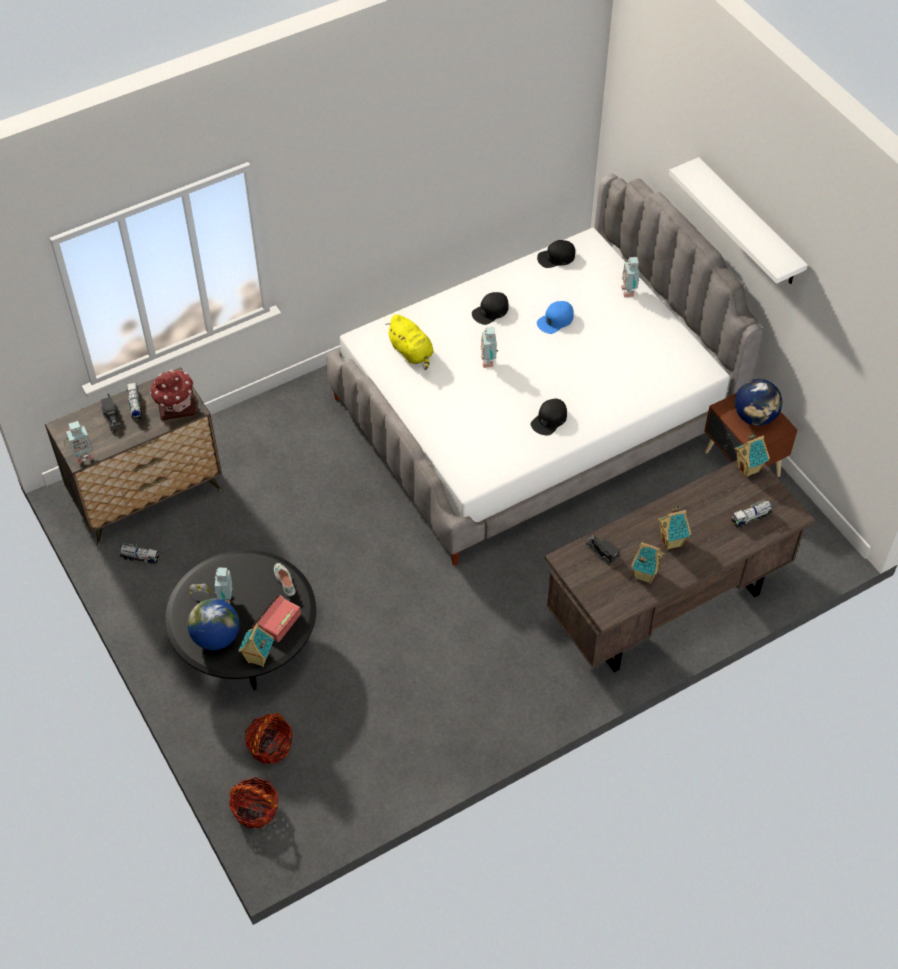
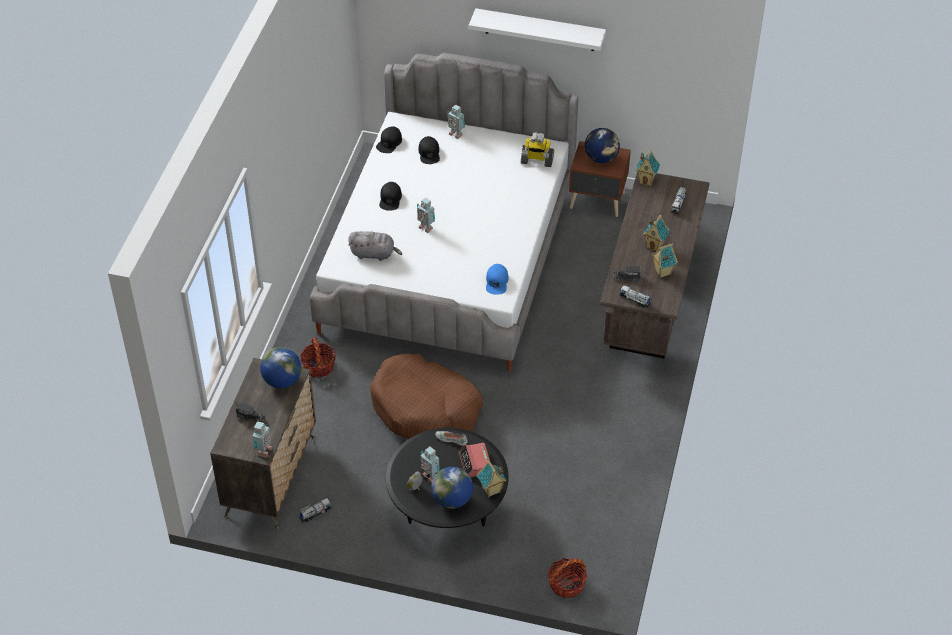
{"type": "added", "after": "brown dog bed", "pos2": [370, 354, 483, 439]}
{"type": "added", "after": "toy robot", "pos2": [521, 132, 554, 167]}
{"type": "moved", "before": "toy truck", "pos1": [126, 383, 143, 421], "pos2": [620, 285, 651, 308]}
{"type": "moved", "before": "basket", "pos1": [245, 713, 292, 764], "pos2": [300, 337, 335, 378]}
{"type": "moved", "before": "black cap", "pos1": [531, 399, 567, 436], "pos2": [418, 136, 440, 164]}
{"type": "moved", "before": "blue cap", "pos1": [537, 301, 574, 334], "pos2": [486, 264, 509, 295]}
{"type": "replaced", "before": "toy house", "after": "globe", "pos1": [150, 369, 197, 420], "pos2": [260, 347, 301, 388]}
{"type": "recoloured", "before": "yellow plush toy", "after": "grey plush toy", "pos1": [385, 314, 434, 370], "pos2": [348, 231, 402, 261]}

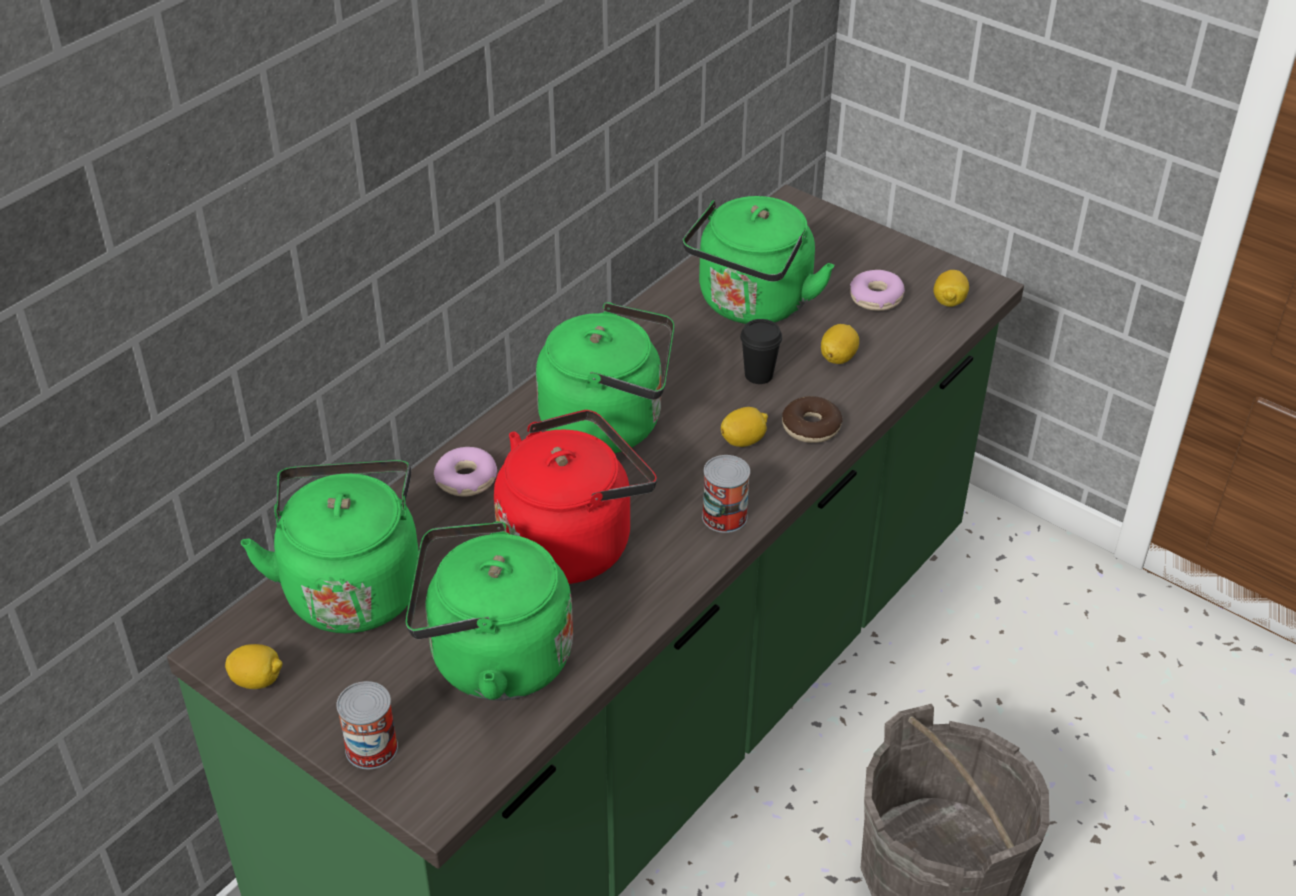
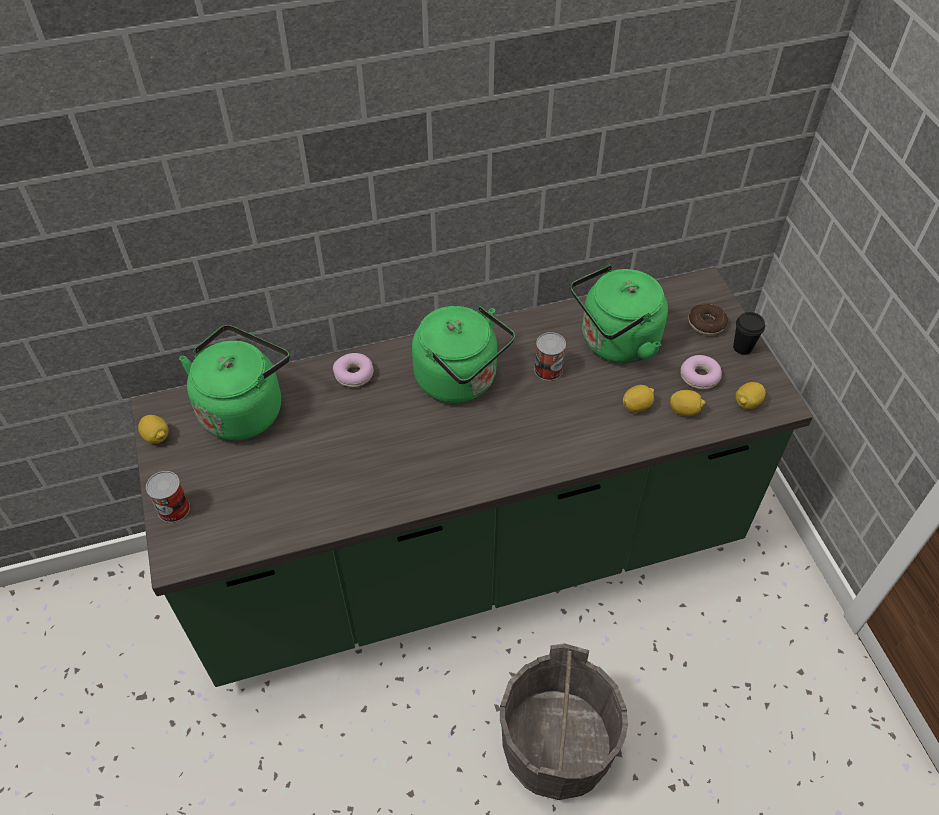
{"type": "removed", "before": "green kettle", "pos1": [406, 521, 573, 701]}
{"type": "removed", "before": "red kettle", "pos1": [494, 410, 657, 584]}
{"type": "moved", "before": "can", "pos1": [702, 455, 750, 533], "pos2": [534, 332, 566, 381]}
{"type": "moved", "before": "lemon", "pos1": [721, 407, 768, 447], "pos2": [670, 390, 705, 416]}
{"type": "moved", "before": "black cup", "pos1": [740, 319, 782, 384], "pos2": [733, 312, 765, 355]}
{"type": "moved", "before": "donut", "pos1": [782, 396, 842, 443], "pos2": [688, 303, 728, 335]}

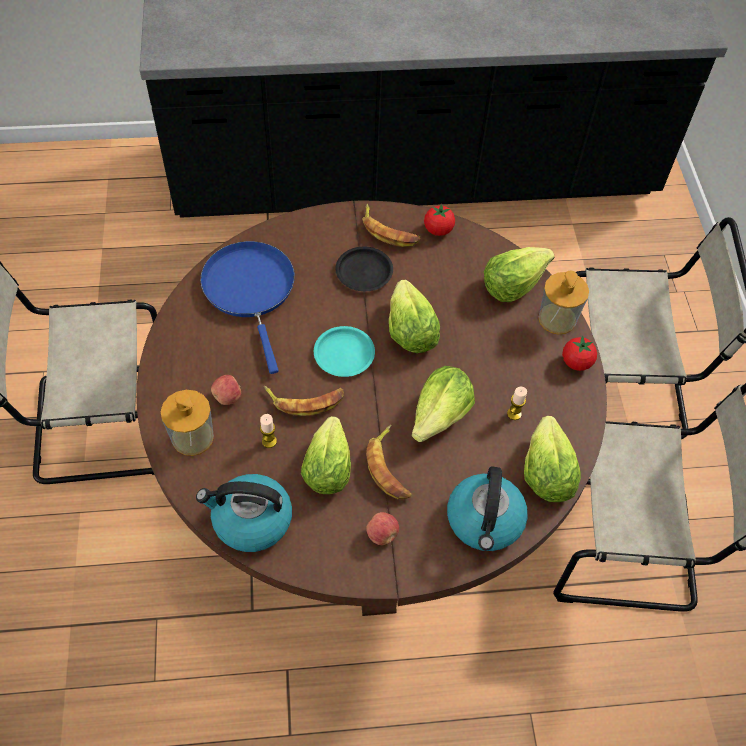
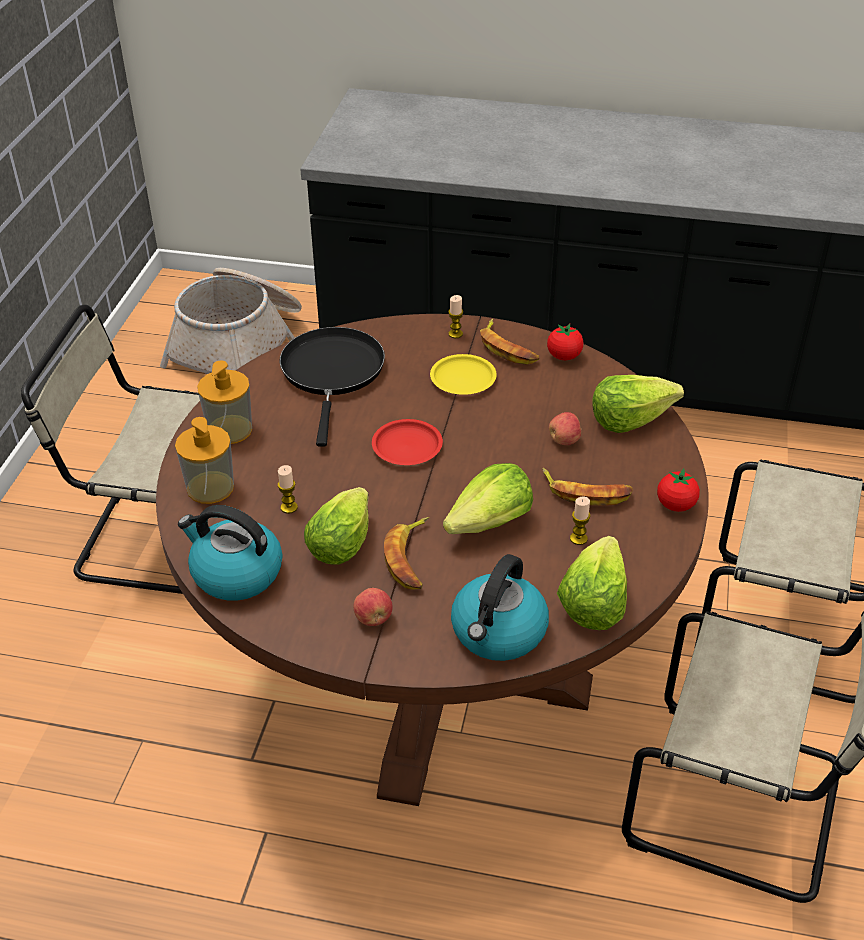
{"type": "removed", "before": "lettuce", "pos1": [389, 280, 440, 353]}
{"type": "added", "after": "basket", "pos2": [160, 268, 302, 374]}
{"type": "added", "after": "candle", "pos2": [448, 295, 463, 338]}
{"type": "moved", "before": "apple", "pos1": [211, 375, 241, 405], "pos2": [549, 412, 582, 445]}
{"type": "moved", "before": "banana", "pos1": [264, 386, 344, 416], "pos2": [542, 468, 633, 506]}
{"type": "moved", "before": "soap dispenser", "pos1": [538, 271, 589, 334], "pos2": [197, 360, 252, 444]}
{"type": "recoloured", "before": "blue frying pan", "after": "black frying pan", "pos1": [200, 241, 295, 374], "pos2": [280, 327, 385, 447]}
{"type": "recoloured", "before": "turquoise plate", "after": "red plate", "pos1": [314, 326, 375, 377], "pos2": [372, 419, 443, 465]}
{"type": "recoloured", "before": "black plate", "after": "yellow plate", "pos1": [335, 247, 393, 291], "pos2": [430, 354, 497, 395]}

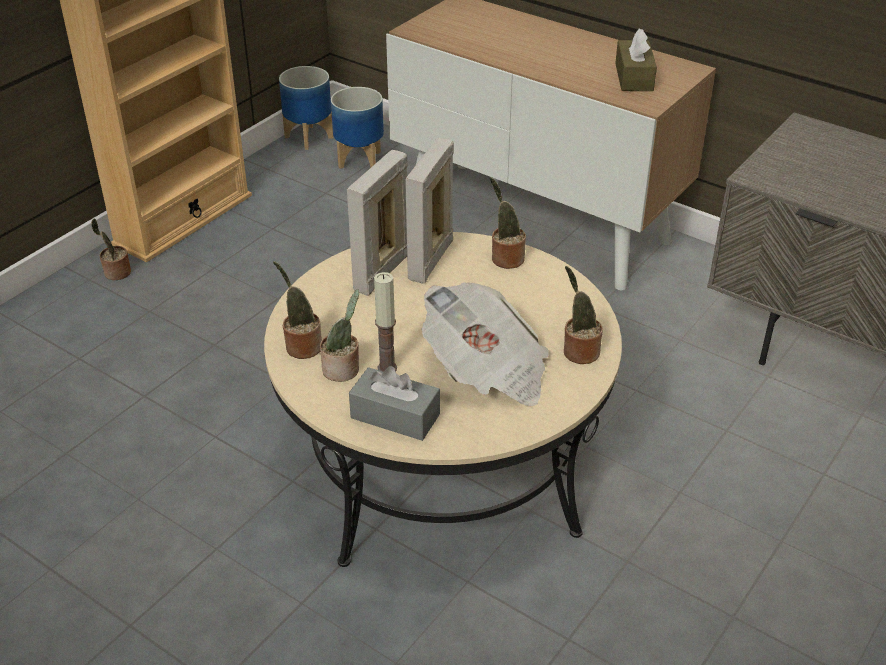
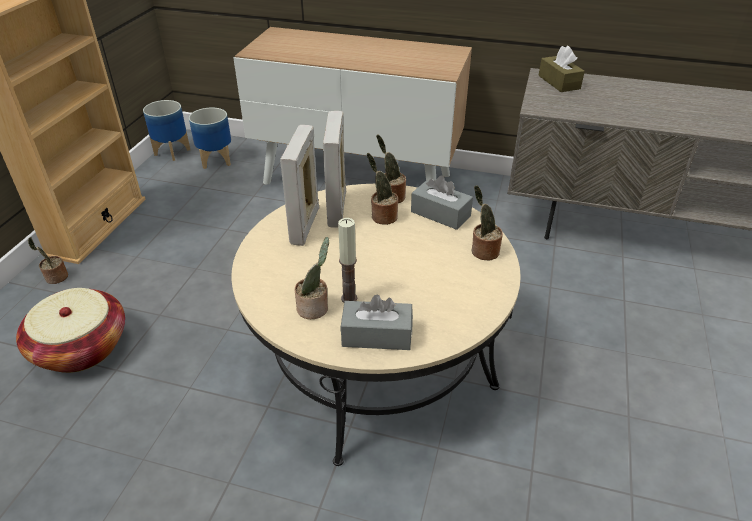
{"type": "removed", "before": "newspaper", "pos1": [421, 282, 549, 406]}
{"type": "added", "after": "basket", "pos2": [16, 288, 125, 373]}
{"type": "added", "after": "grey tissue box", "pos2": [411, 175, 473, 230]}
{"type": "moved", "before": "potted plant", "pos1": [273, 261, 322, 359], "pos2": [367, 153, 398, 225]}
{"type": "moved", "before": "brown tissue box", "pos1": [615, 29, 657, 91], "pos2": [538, 46, 585, 92]}

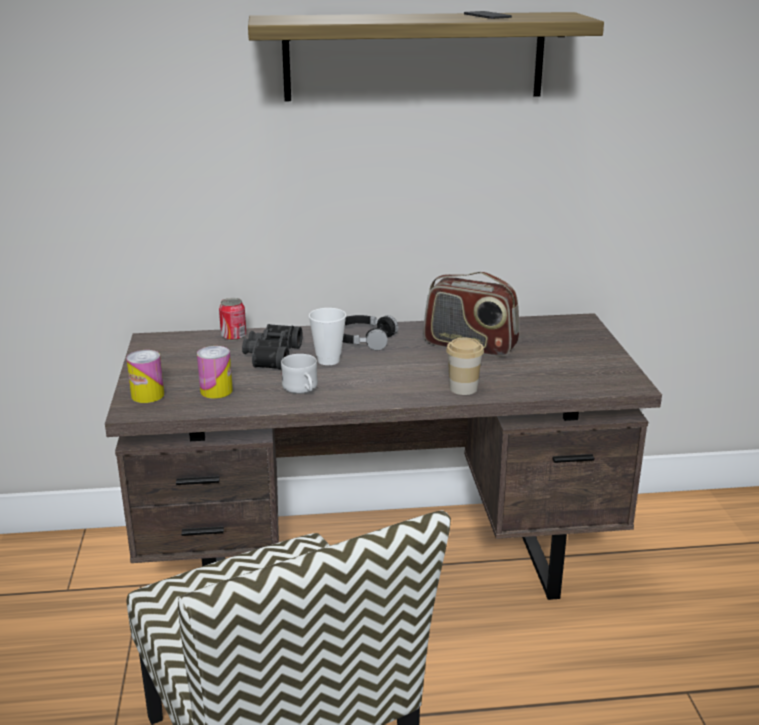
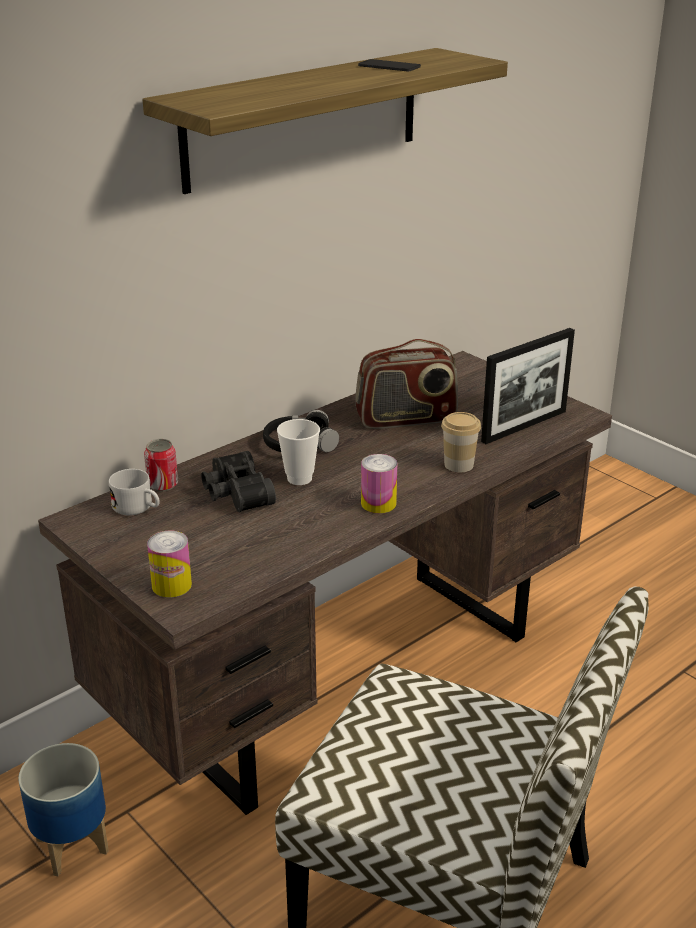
{"type": "added", "after": "planter", "pos2": [18, 743, 109, 876]}
{"type": "added", "after": "picture frame", "pos2": [481, 328, 575, 444]}
{"type": "moved", "before": "can", "pos1": [197, 346, 233, 399], "pos2": [361, 454, 397, 513]}
{"type": "moved", "before": "white mug", "pos1": [281, 354, 318, 394], "pos2": [109, 469, 160, 516]}

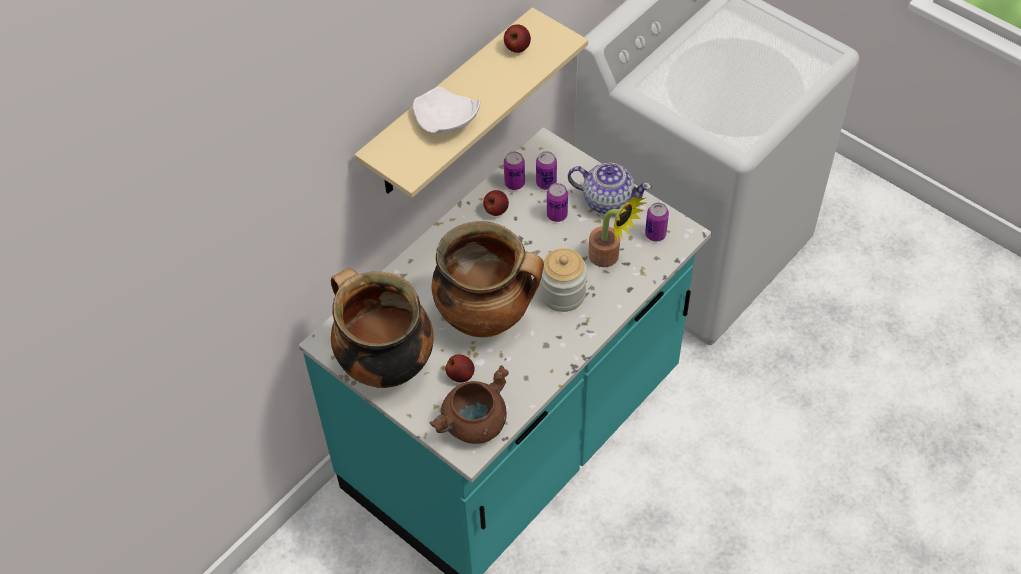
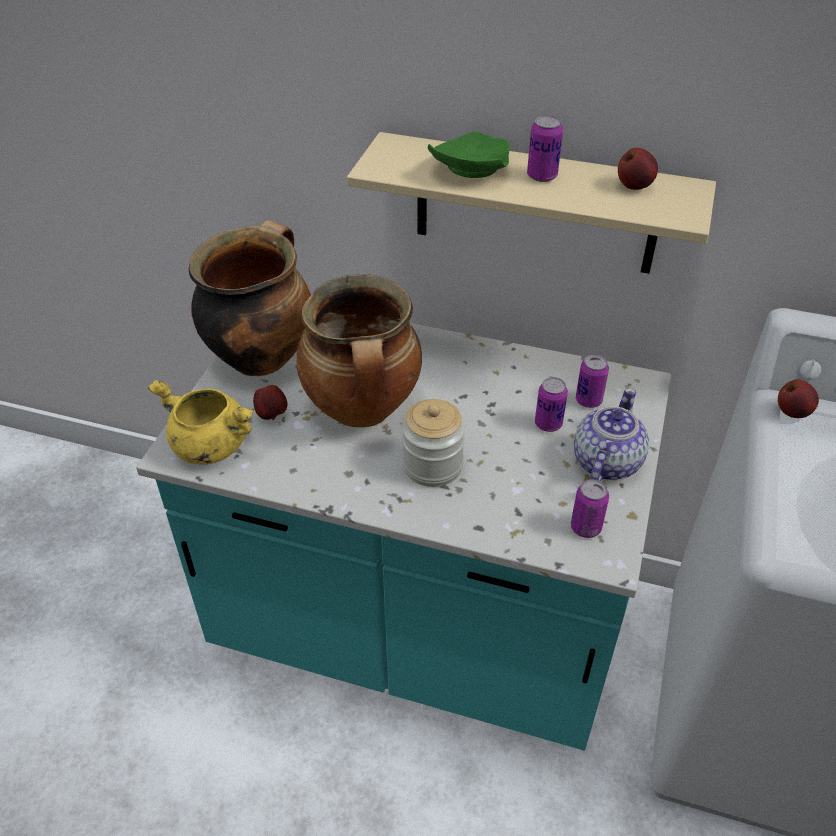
{"type": "removed", "before": "potted plant", "pos1": [588, 195, 646, 267]}
{"type": "moved", "before": "apple", "pos1": [483, 190, 509, 216], "pos2": [778, 379, 819, 418]}
{"type": "moved", "before": "can", "pos1": [504, 152, 525, 190], "pos2": [527, 115, 563, 182]}
{"type": "recoloured", "before": "white plate", "after": "green plate", "pos1": [413, 87, 480, 134], "pos2": [428, 131, 510, 178]}
{"type": "recoloured", "before": "brown cooking pot", "after": "yellow cooking pot", "pos1": [430, 365, 509, 444], "pos2": [148, 380, 254, 464]}
{"type": "turned", "before": "teapot", "pos1": [568, 163, 652, 214], "pos2": [574, 388, 649, 481], "turn": -150}

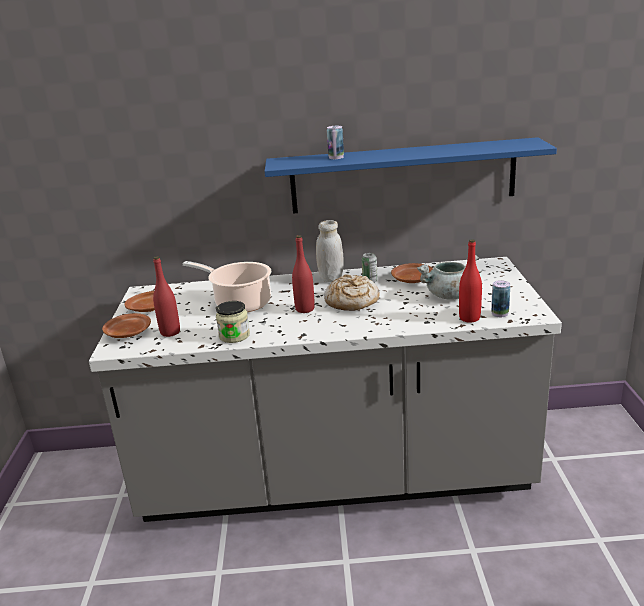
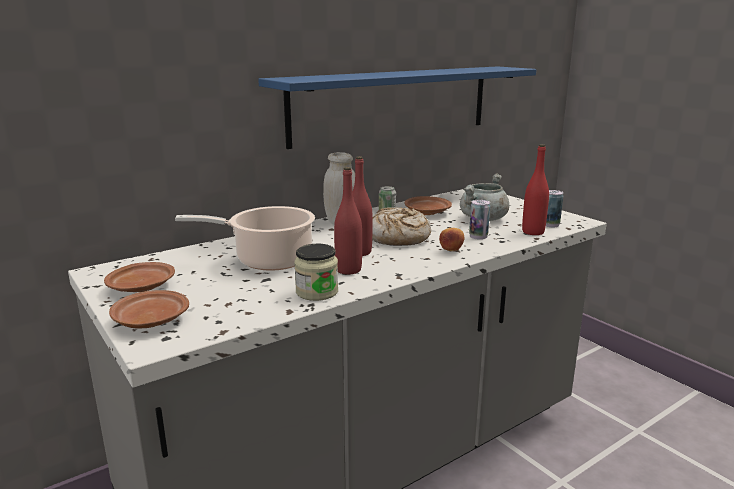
{"type": "added", "after": "apple", "pos2": [439, 227, 464, 252]}
{"type": "moved", "before": "red bottle", "pos1": [153, 256, 180, 337], "pos2": [334, 167, 362, 275]}
{"type": "moved", "before": "can", "pos1": [327, 126, 344, 159], "pos2": [469, 200, 490, 240]}

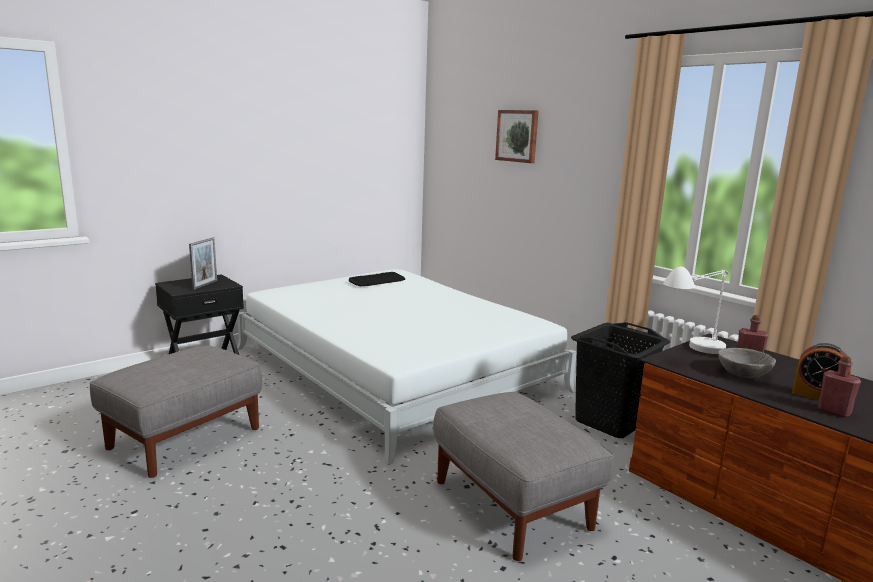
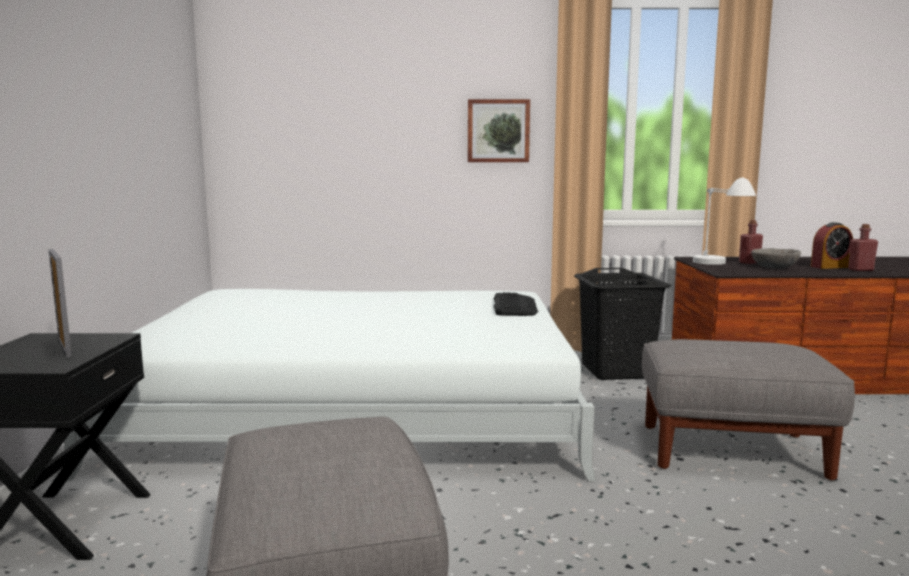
{"type": "moved", "before": "keyboard", "pos1": [349, 272, 405, 286], "pos2": [494, 292, 538, 316]}
{"type": "moved", "before": "picture", "pos1": [495, 110, 539, 163], "pos2": [468, 99, 530, 162]}

